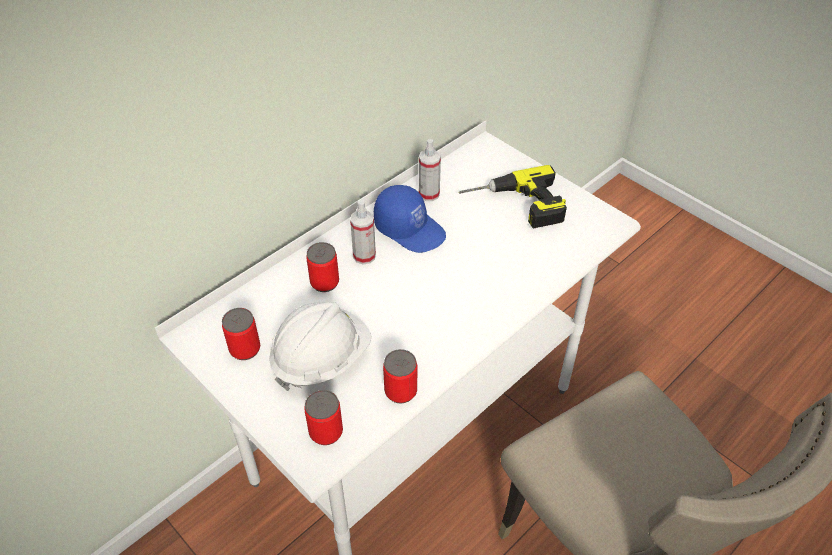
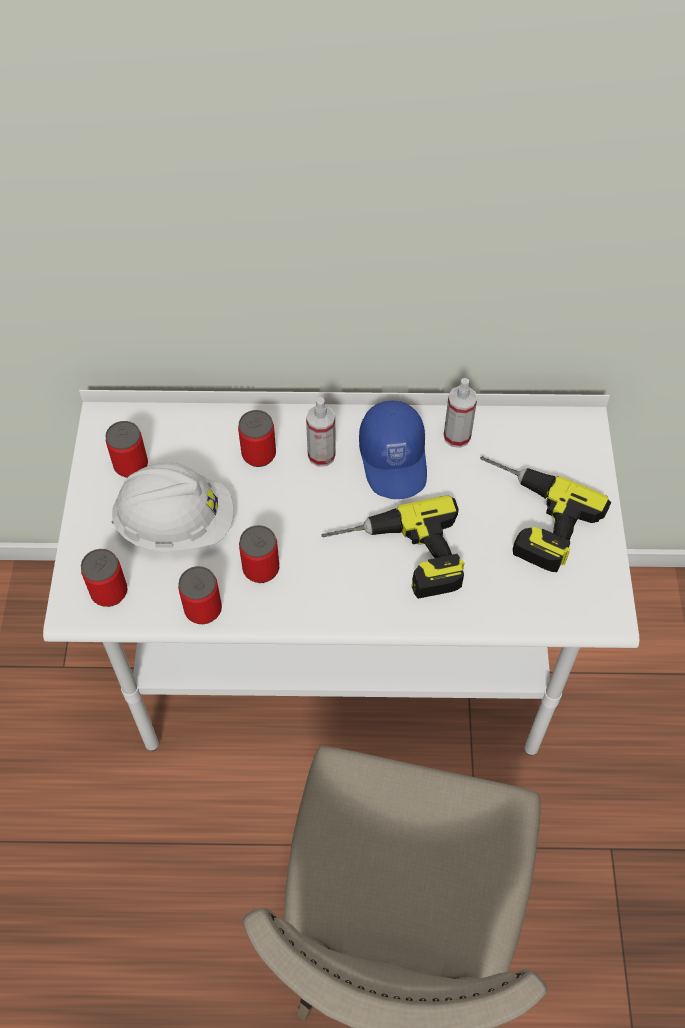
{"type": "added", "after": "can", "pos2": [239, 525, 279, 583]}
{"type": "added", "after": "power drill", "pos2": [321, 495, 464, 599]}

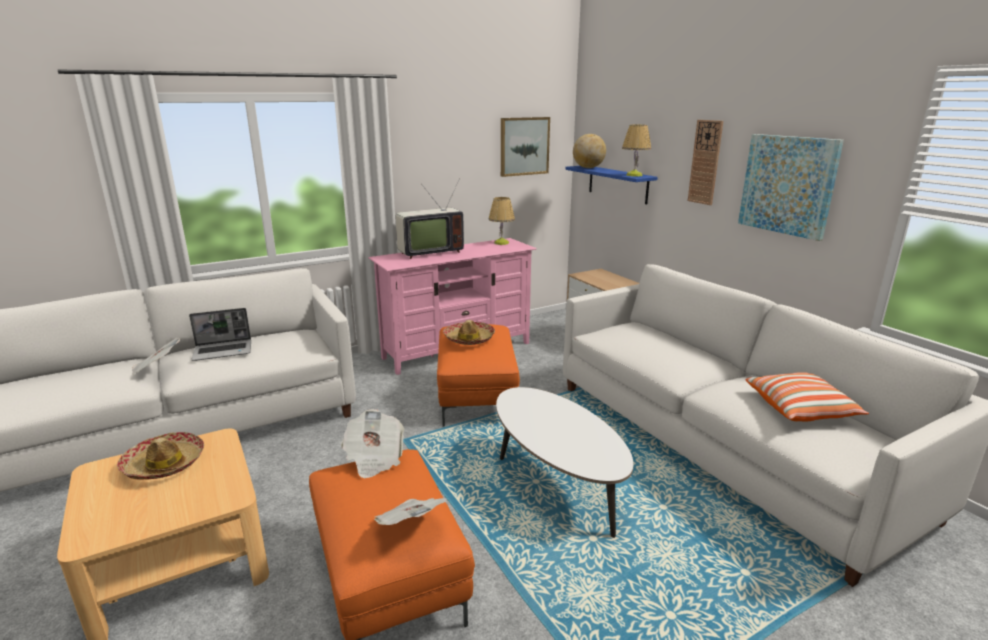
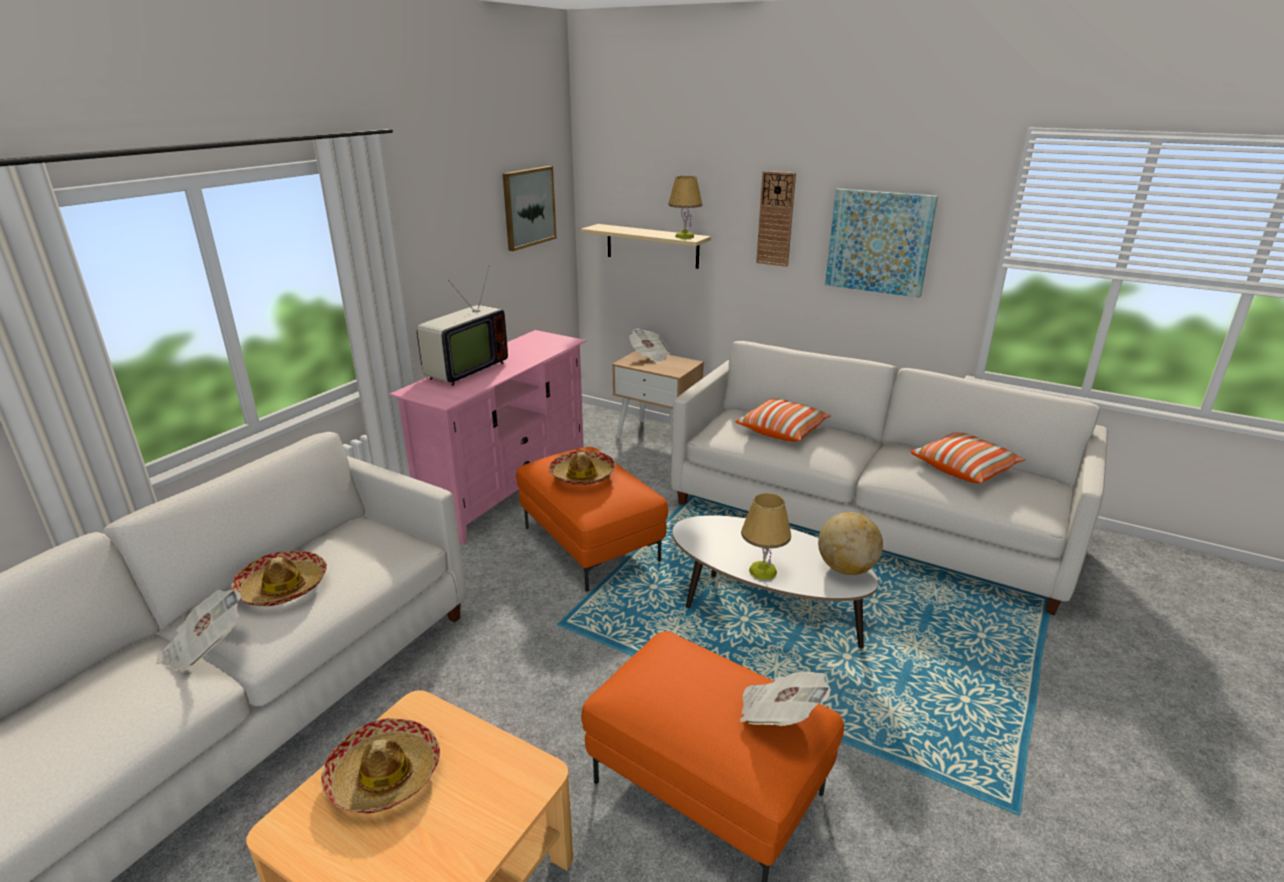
{"type": "added", "after": "pillow", "pos2": [735, 398, 831, 442]}
{"type": "moved", "before": "newspaper", "pos1": [341, 409, 404, 478], "pos2": [629, 329, 670, 363]}
{"type": "moved", "before": "table lamp", "pos1": [488, 197, 515, 245], "pos2": [741, 493, 791, 580]}
{"type": "moved", "before": "globe", "pos1": [573, 134, 606, 168], "pos2": [818, 512, 883, 575]}
{"type": "replaced", "before": "laptop", "after": "hat", "pos1": [189, 308, 251, 361], "pos2": [231, 551, 327, 606]}
{"type": "recoloured", "before": "blue shelf", "after": "beige shelf", "pos1": [565, 166, 658, 204], "pos2": [581, 224, 711, 269]}

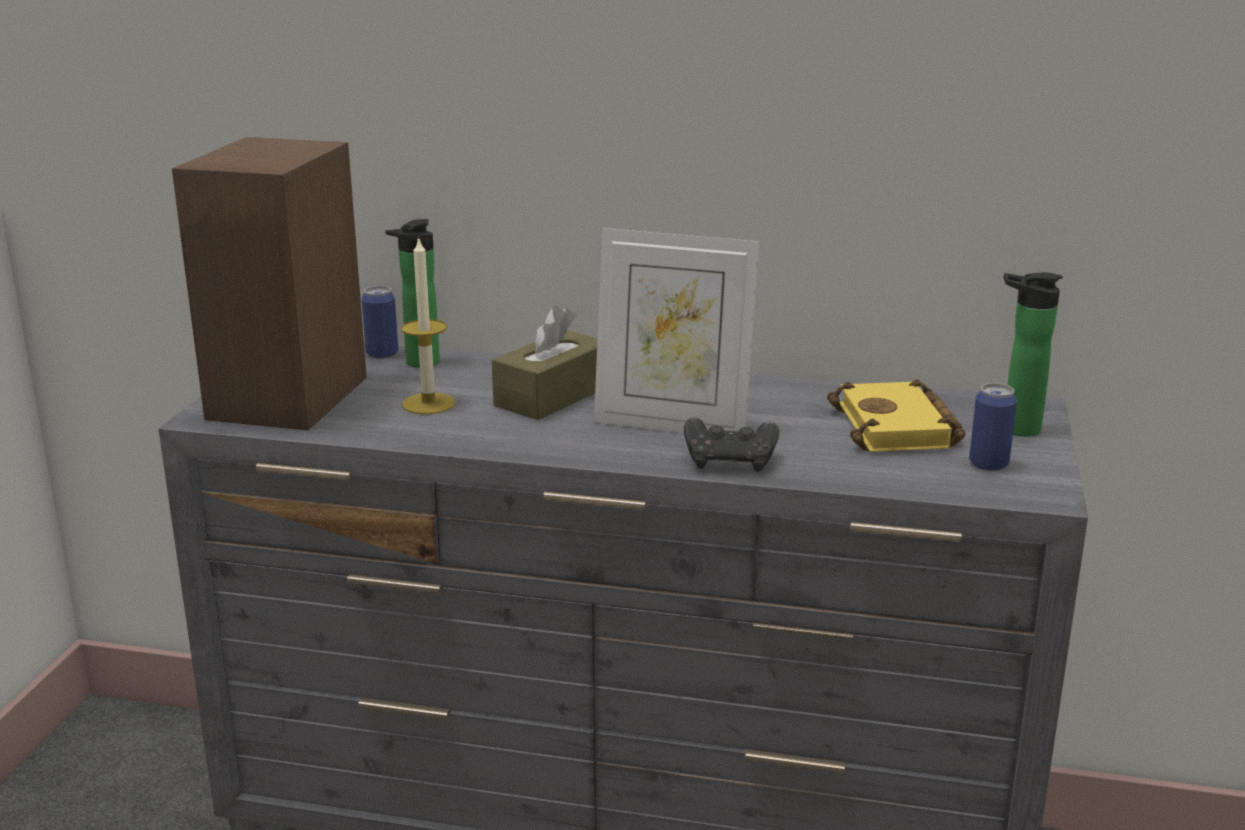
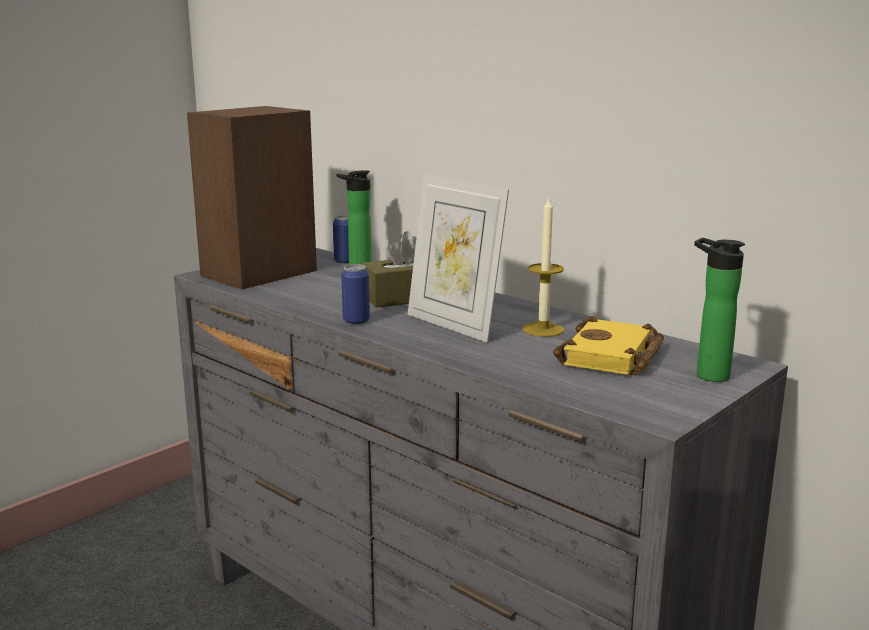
{"type": "removed", "before": "black game controller", "pos1": [684, 417, 779, 472]}
{"type": "moved", "before": "candle", "pos1": [401, 236, 455, 414], "pos2": [523, 196, 564, 337]}
{"type": "moved", "before": "can", "pos1": [969, 383, 1017, 471], "pos2": [341, 264, 370, 325]}

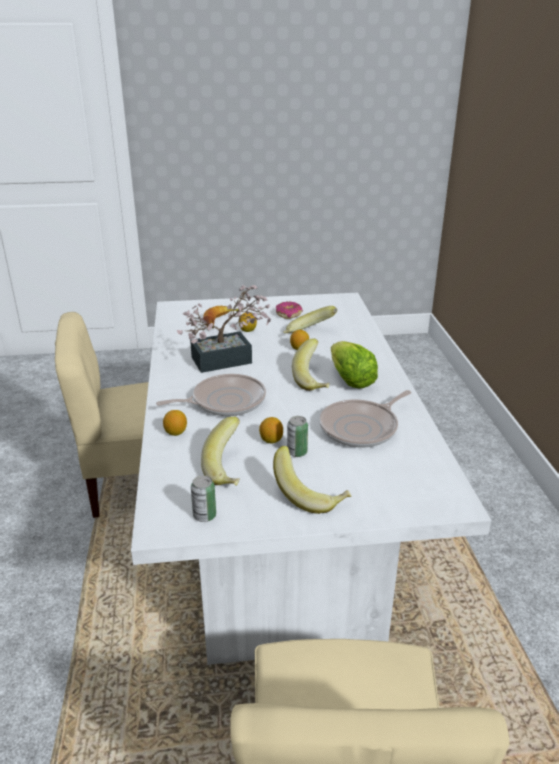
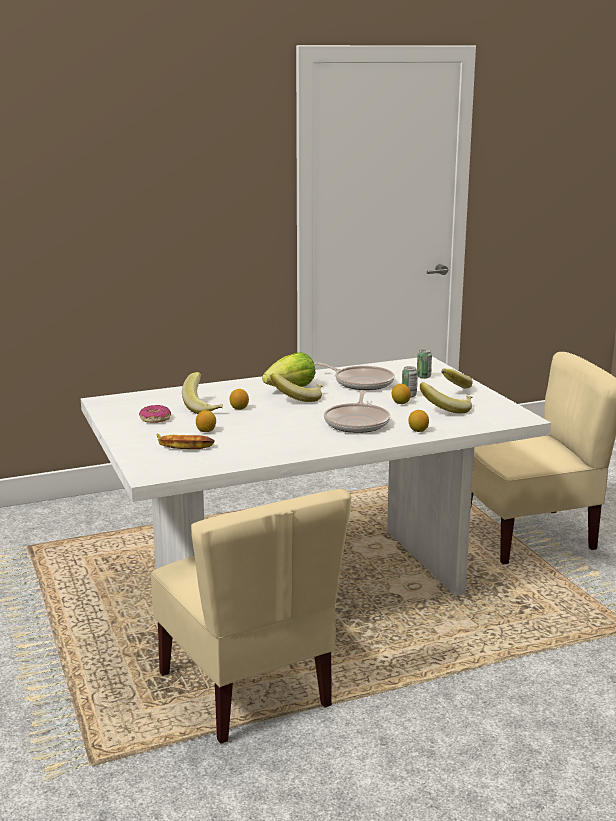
{"type": "removed", "before": "potted plant", "pos1": [177, 285, 271, 373]}
{"type": "moved", "before": "can", "pos1": [191, 475, 216, 522], "pos2": [417, 349, 432, 379]}
{"type": "turned", "before": "frying pan", "pos1": [156, 374, 266, 416], "pos2": [324, 391, 390, 433], "turn": -135}

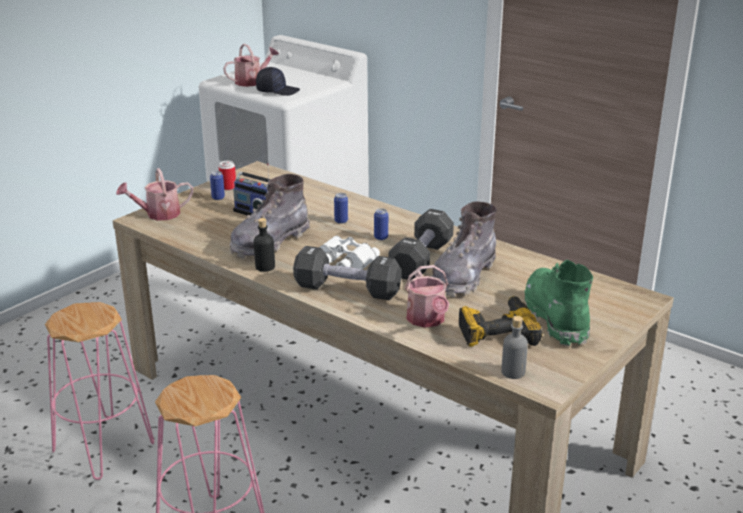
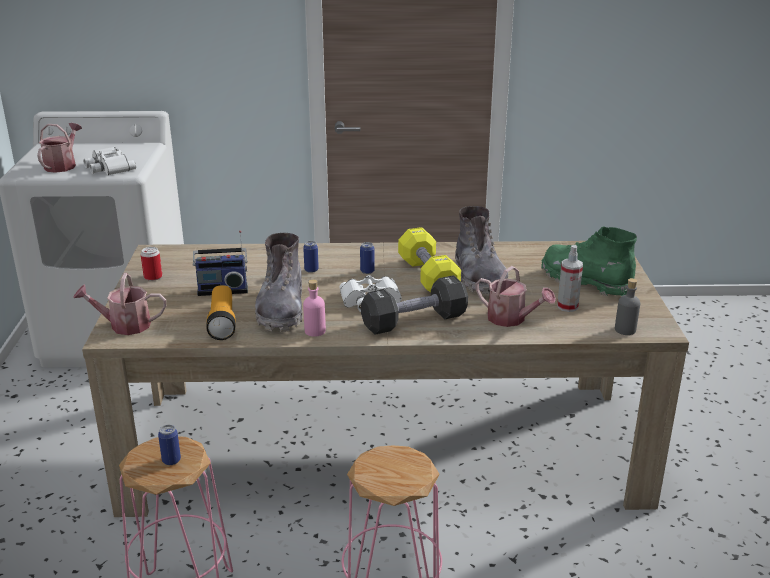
{"type": "added", "after": "flashlight", "pos2": [206, 285, 236, 340]}
{"type": "moved", "before": "can", "pos1": [210, 171, 225, 200], "pos2": [158, 425, 181, 465]}
{"type": "replaced", "before": "black cap", "after": "white binoculars", "pos1": [256, 67, 300, 96], "pos2": [83, 147, 136, 175]}
{"type": "replaced", "before": "power drill", "after": "spray bottle", "pos1": [459, 296, 542, 347], "pos2": [557, 245, 583, 312]}
{"type": "recoloured", "before": "black bottle", "after": "pink bottle", "pos1": [254, 218, 275, 272], "pos2": [303, 279, 326, 337]}
{"type": "recoloured", "before": "black dumbbell", "after": "yellow dumbbell", "pos1": [388, 209, 454, 280], "pos2": [398, 227, 461, 293]}
{"type": "turned", "before": "watering can", "pos1": [116, 168, 193, 221], "pos2": [73, 273, 166, 335], "turn": 60}

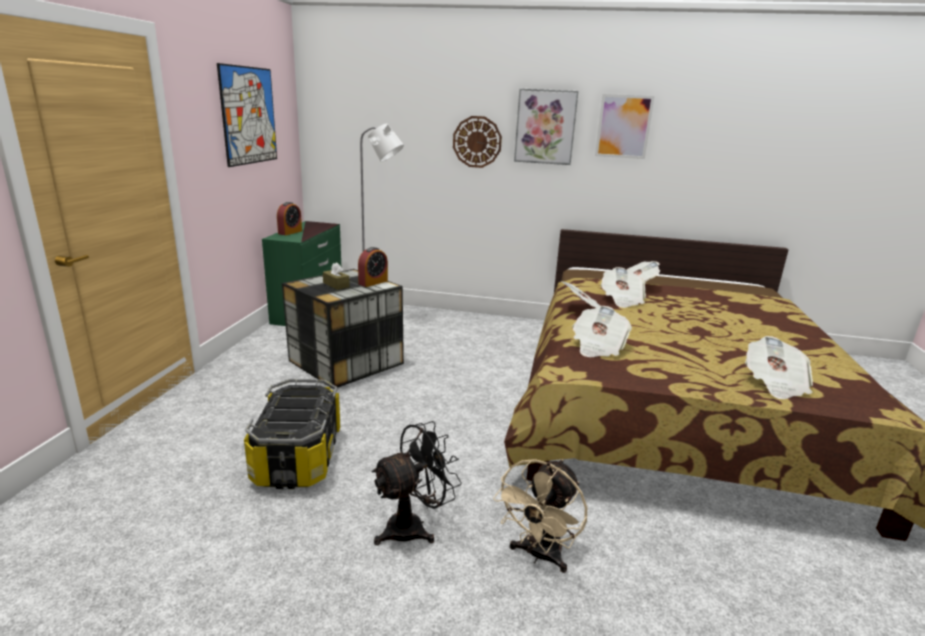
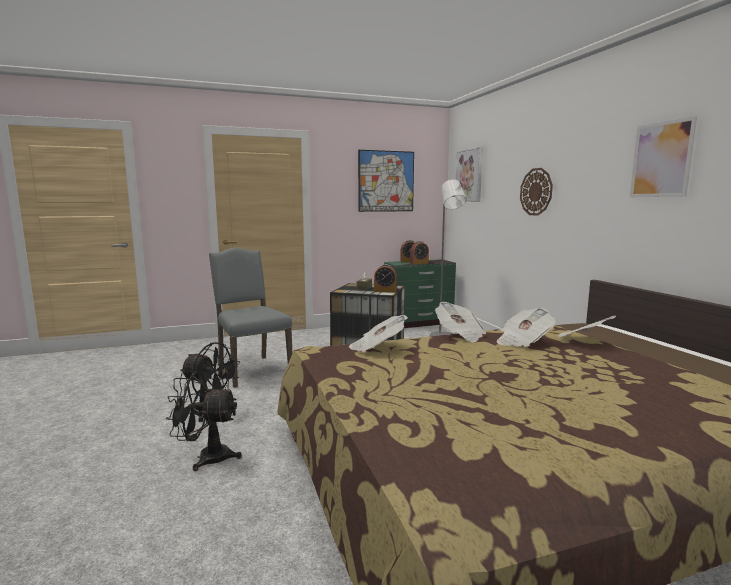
{"type": "removed", "before": "newspaper", "pos1": [745, 336, 813, 399]}
{"type": "added", "after": "alarm clock", "pos2": [410, 241, 429, 264]}
{"type": "moved", "before": "picture", "pos1": [514, 88, 579, 165], "pos2": [456, 147, 483, 202]}
{"type": "replaced", "before": "storage box", "after": "grey chair", "pos1": [244, 379, 340, 489], "pos2": [209, 247, 292, 388]}
{"type": "recoloured", "before": "beige fan", "after": "black fan", "pos1": [493, 459, 587, 573], "pos2": [166, 371, 242, 471]}

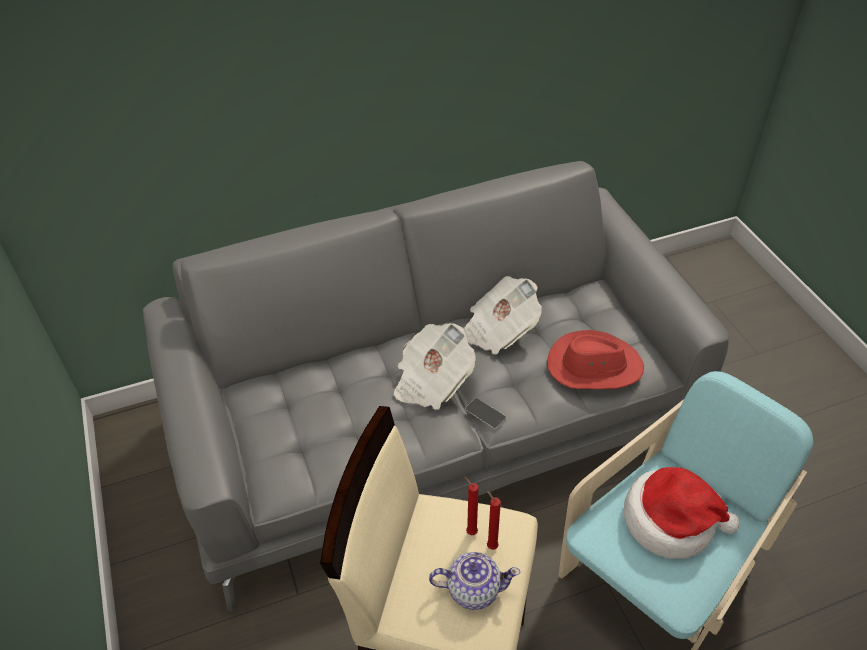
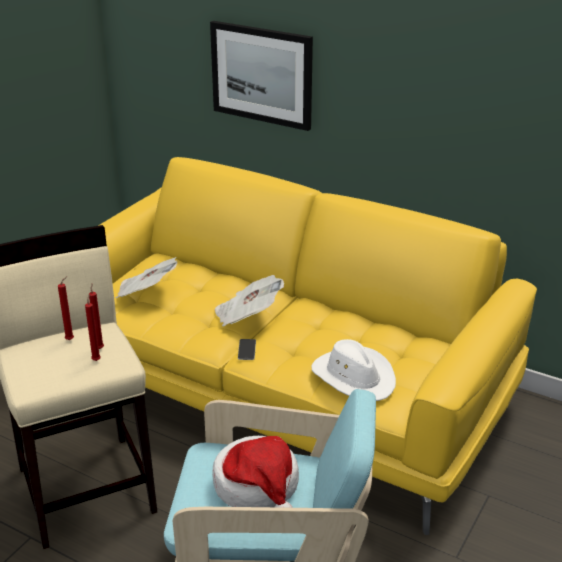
{"type": "removed", "before": "teapot", "pos1": [429, 552, 520, 610]}
{"type": "added", "after": "red candle", "pos2": [58, 276, 74, 340]}
{"type": "added", "after": "picture", "pos2": [210, 21, 313, 131]}
{"type": "moved", "before": "newspaper", "pos1": [463, 276, 542, 354], "pos2": [116, 257, 177, 298]}
{"type": "recoloured", "before": "grey sofa", "after": "yellow sofa", "pos1": [143, 161, 729, 612], "pos2": [98, 157, 537, 535]}
{"type": "recoloured", "before": "red hat", "after": "white hat", "pos1": [547, 330, 644, 389], "pos2": [311, 339, 396, 401]}

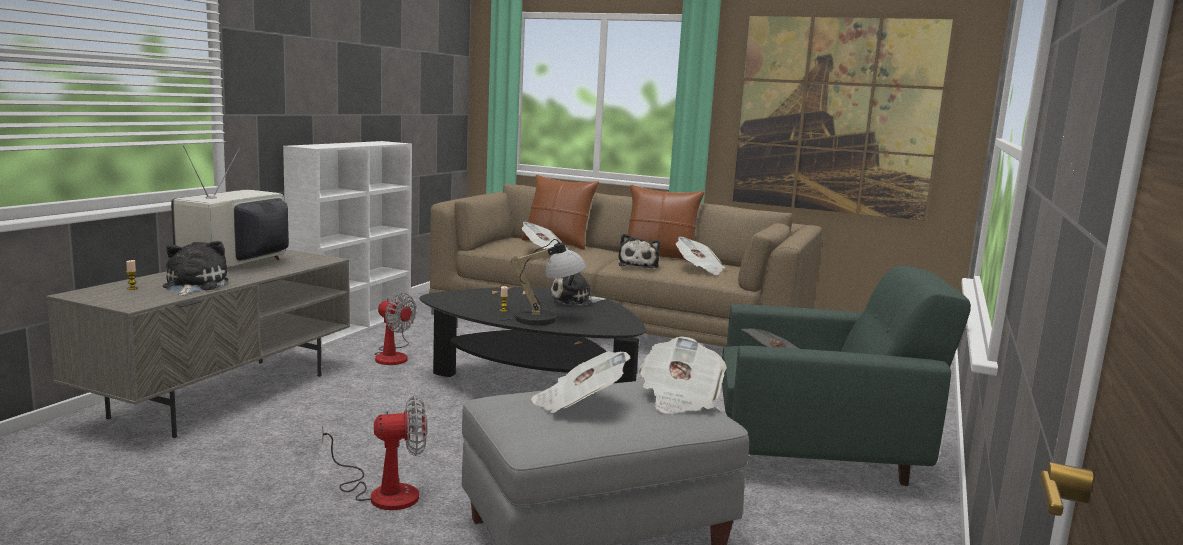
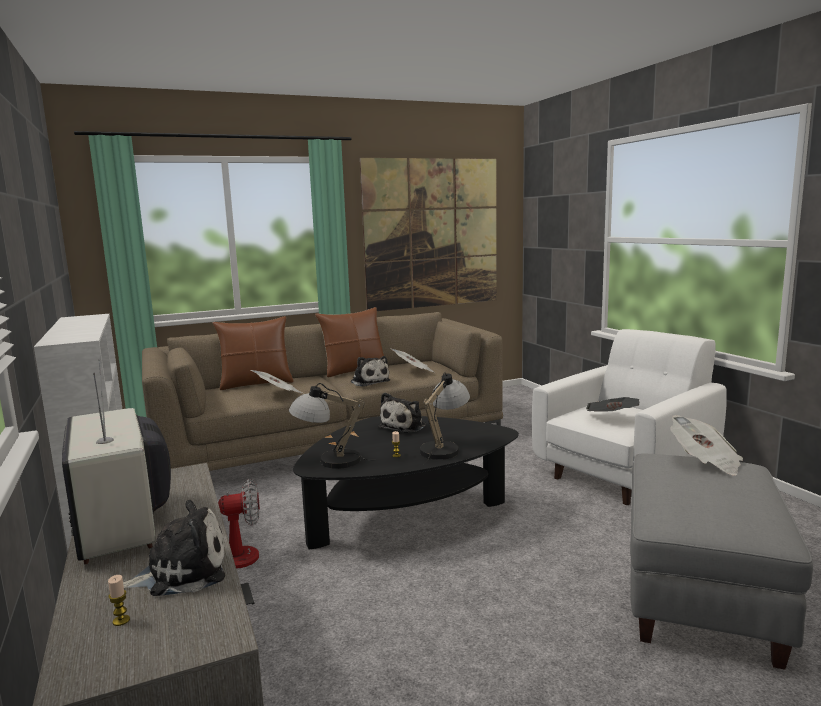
{"type": "removed", "before": "fan", "pos1": [322, 396, 427, 510]}
{"type": "removed", "before": "newspaper", "pos1": [531, 351, 630, 413]}
{"type": "added", "after": "table lamp", "pos2": [289, 383, 376, 469]}
{"type": "recoloured", "before": "green armchair", "after": "white armchair", "pos1": [722, 265, 971, 486], "pos2": [532, 329, 727, 505]}
{"type": "turned", "before": "plush toy", "pos1": [163, 241, 228, 296], "pos2": [123, 500, 225, 596], "turn": 120}

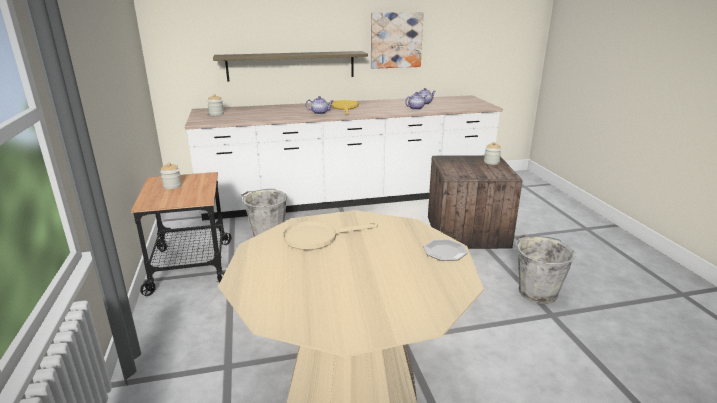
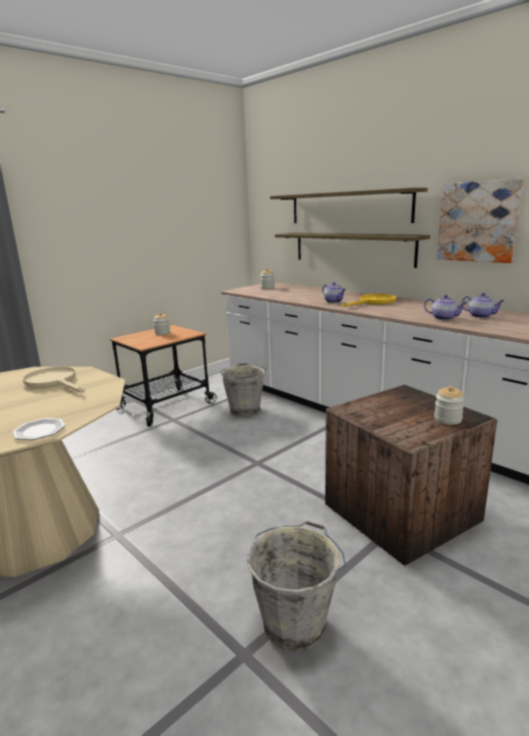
{"type": "added", "after": "shelf", "pos2": [270, 188, 428, 223]}

